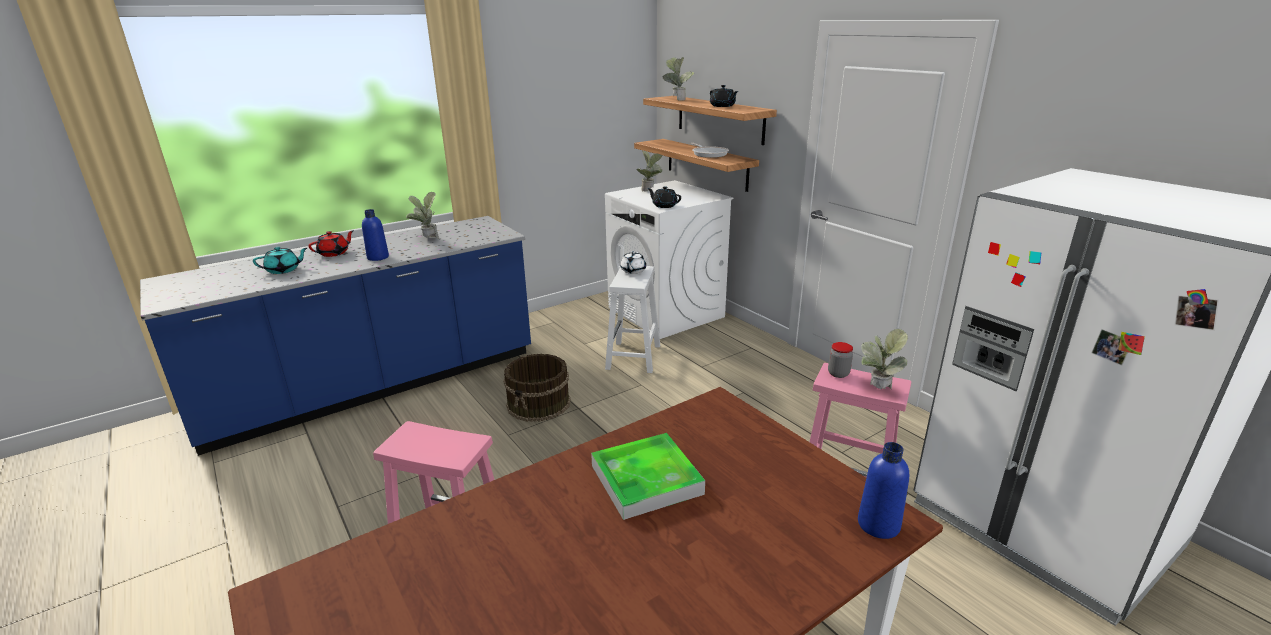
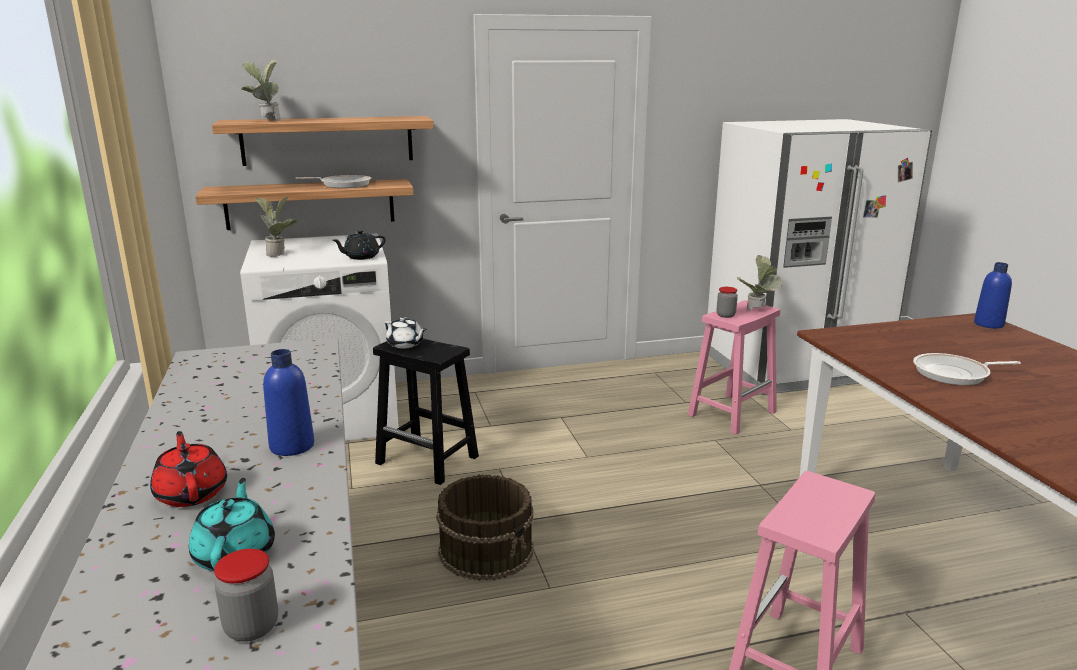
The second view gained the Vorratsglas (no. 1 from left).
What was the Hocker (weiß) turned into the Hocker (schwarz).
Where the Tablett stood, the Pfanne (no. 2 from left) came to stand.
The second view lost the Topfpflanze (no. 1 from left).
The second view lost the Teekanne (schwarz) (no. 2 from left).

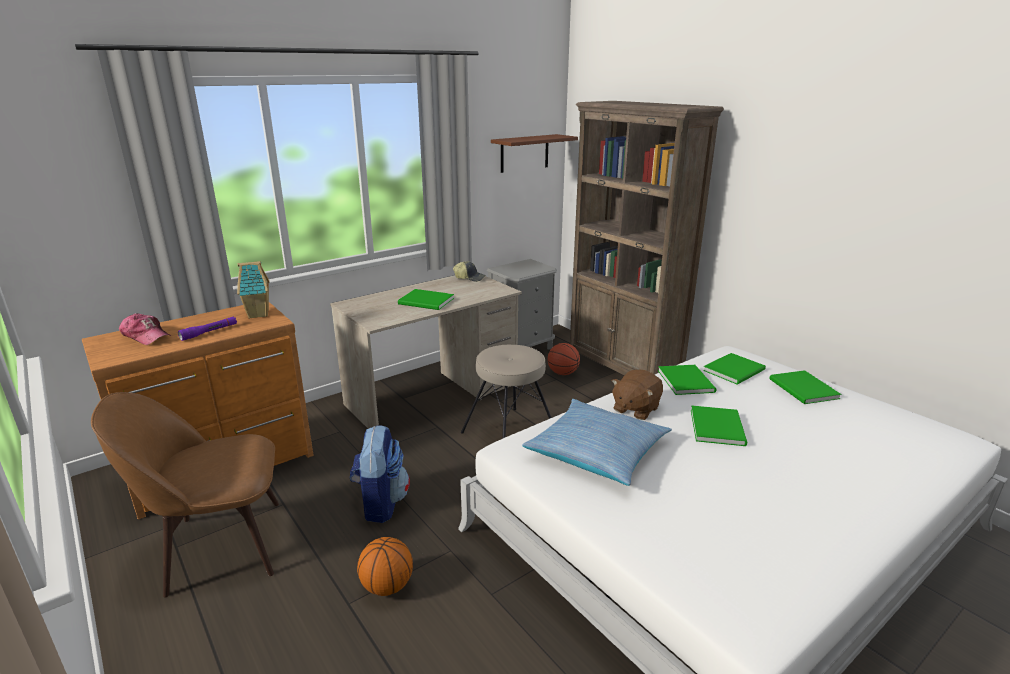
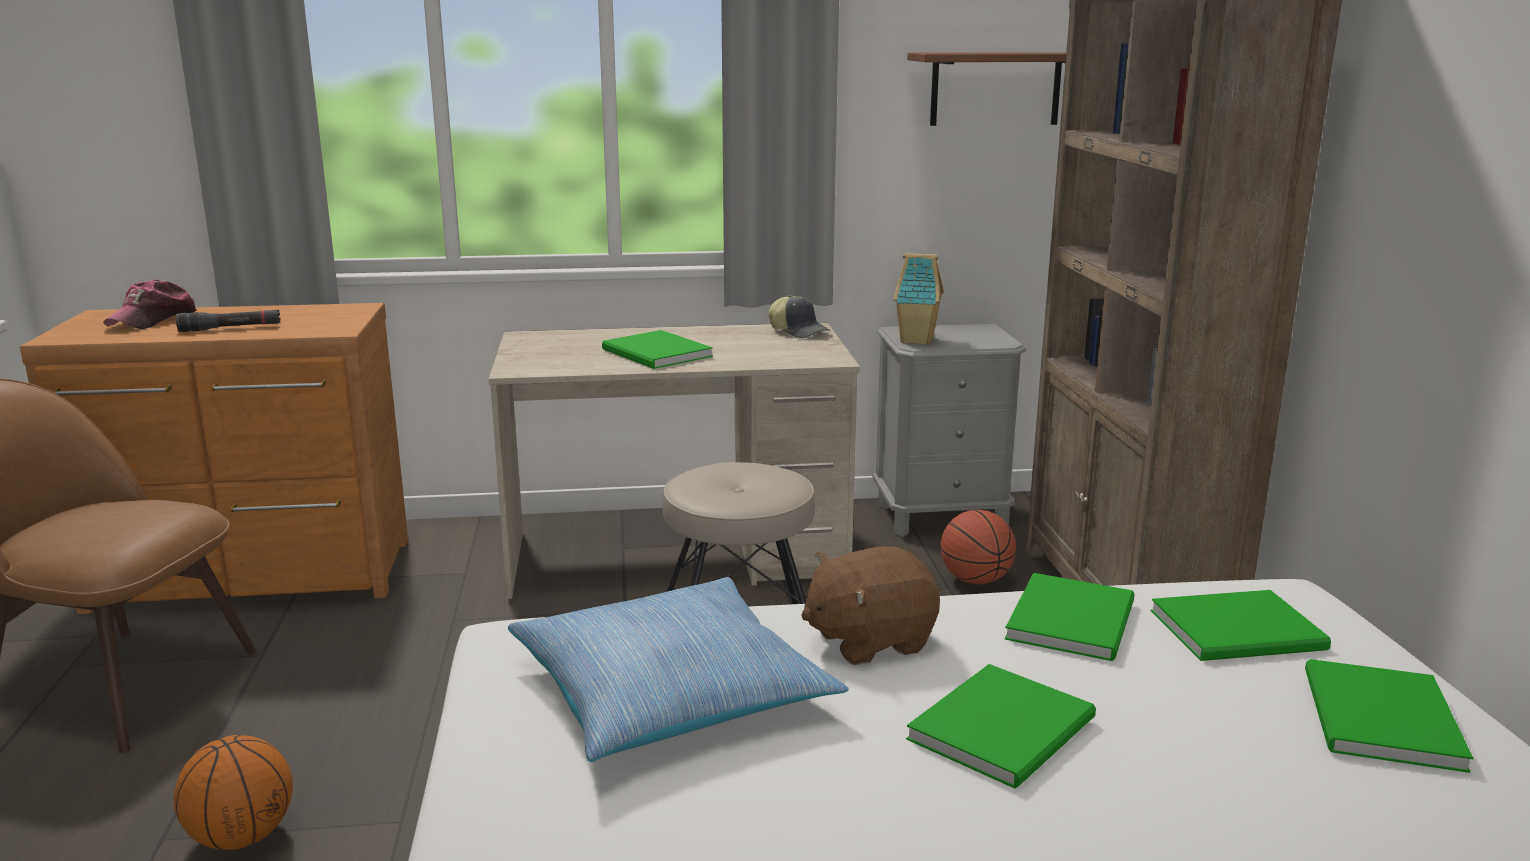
The Kappe (no. 1 from left) ended up facing another way, 45 degrees clockwise from before.
What was the Taschenlampe (lila) turned into the Taschenlampe (schwarz).
The Spielzeughaus ended up elsewhere.
The second view lost the Rucksack.

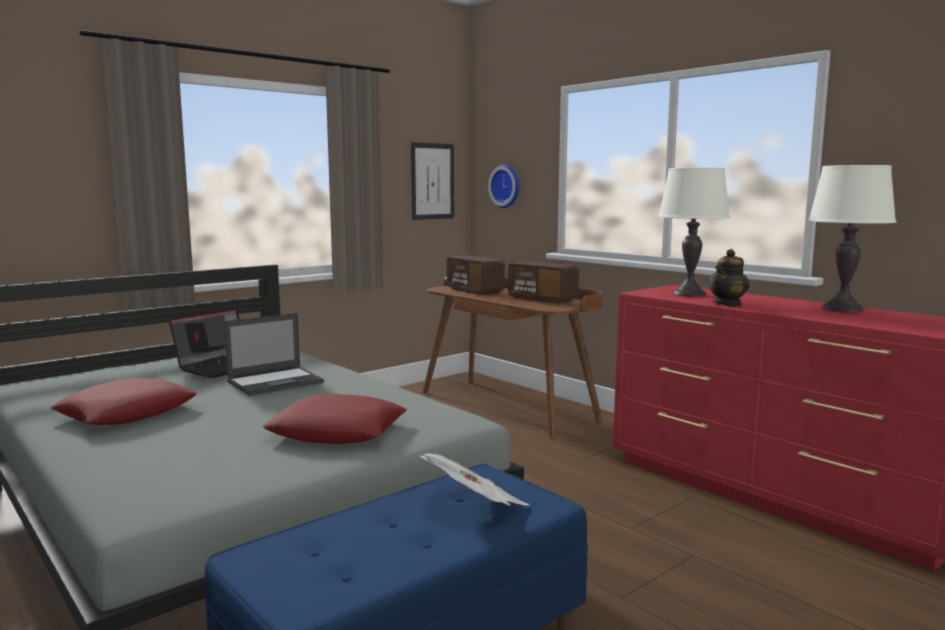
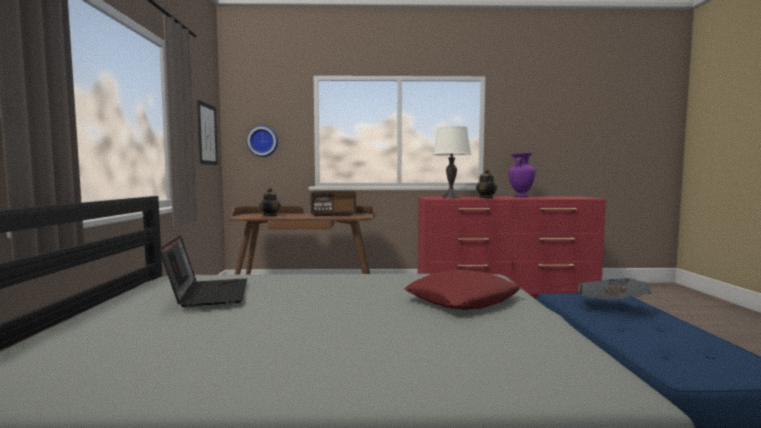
Where the Radio (no. 1 from left) stood, the Teekanne (no. 1 from left) came to stand.
Where the Tischlampe (weiß) (no. 2 from left) stood, the Vase (lila) came to stand.
The second view lost the Kissen (rot) (no. 1 from left).
The second view lost the Laptop (no. 2 from left).

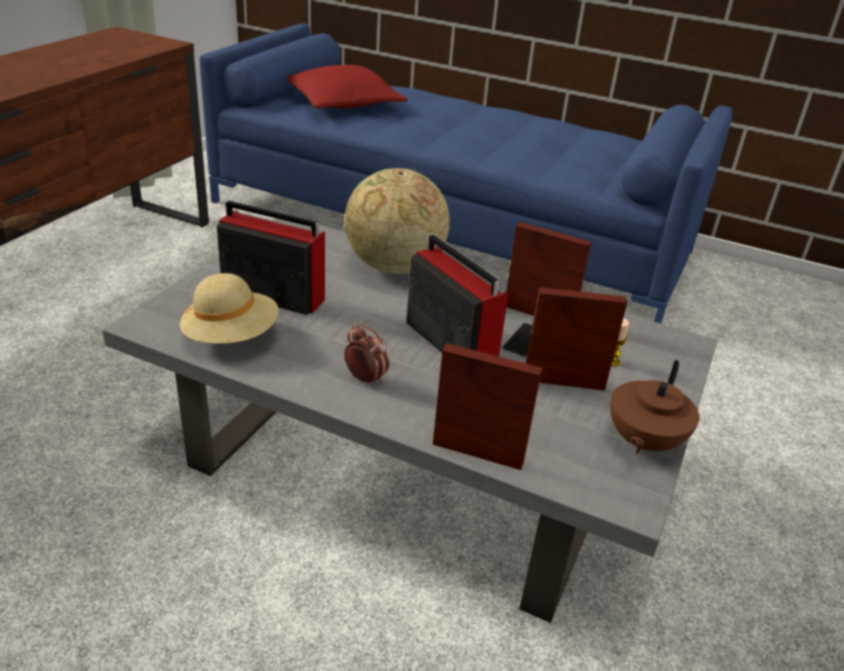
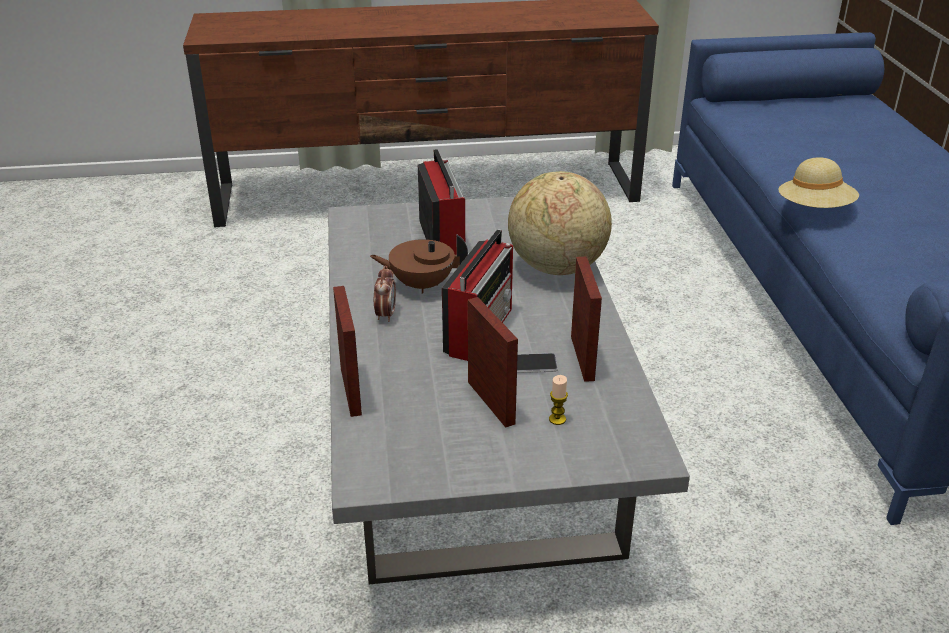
The Teekanne (braun) ended up elsewhere.
The Hut (beige) ended up elsewhere.
The second view lost the Kissen (rot).

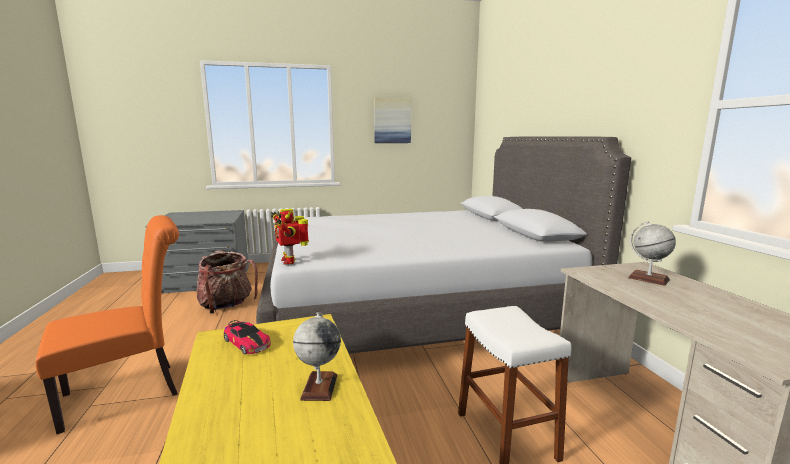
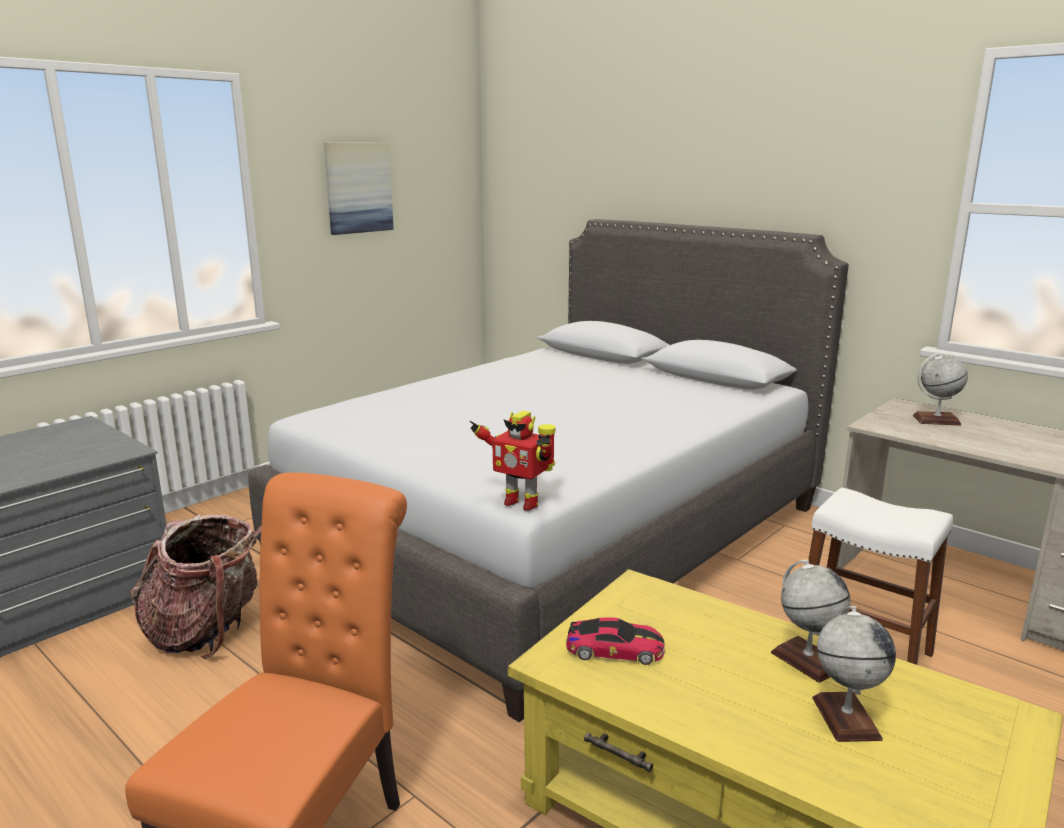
The second view gained the Globus (no. 2 from left).

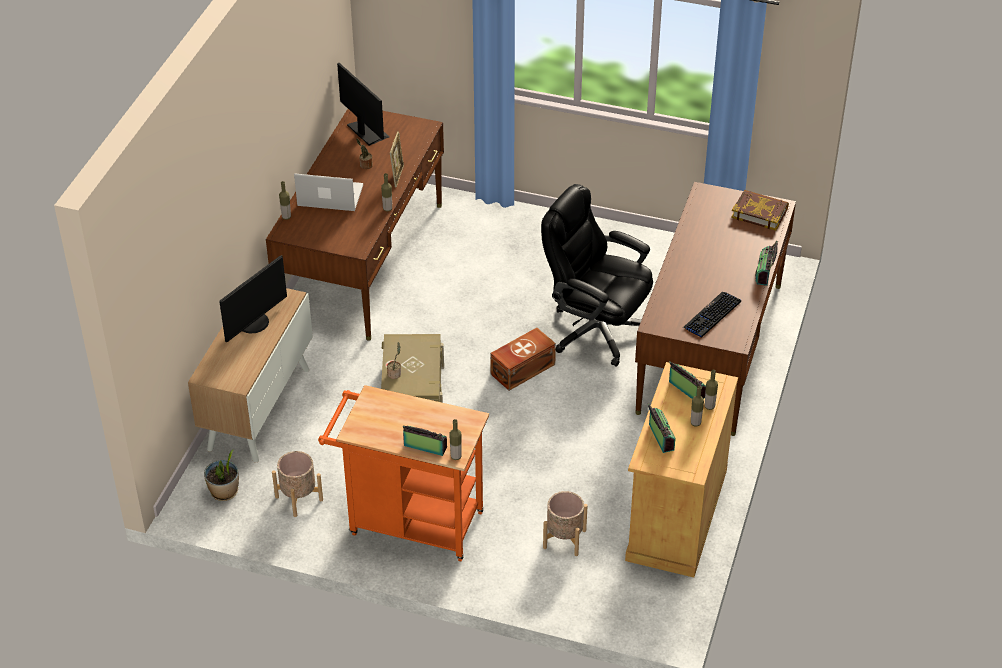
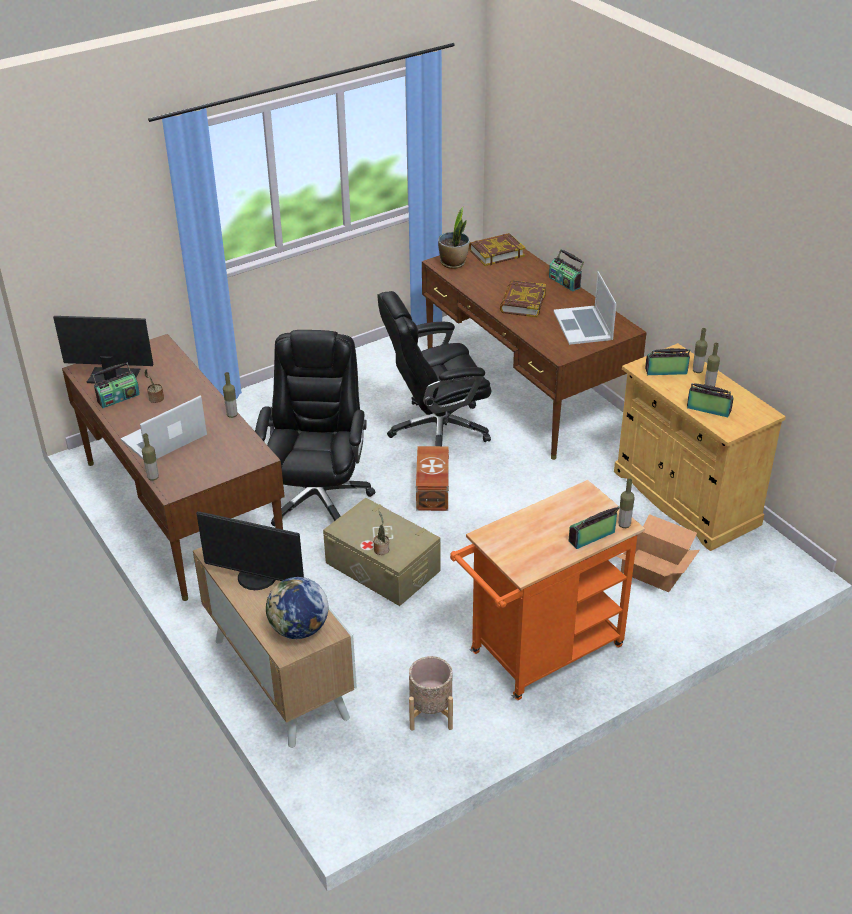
The second view gained the Radio (no. 1 from left).
The Monitor (no. 1 from left in the first image) ended up facing another way, 120 degrees clockwise from before.
The second view gained the Bürostuhl (schwarz) (no. 1 from left).
The second view gained the Globus.
The Topfpflanze (no. 1 from left in the first image) ended up elsewhere.
The second view gained the Buch (no. 2 from left).
Where the Tastatur stood, the Laptop (no. 2 from left) came to stand.
Where the Pflanzkübel (beige) (no. 2 from left) stood, the Karton came to stand.
The second view lost the Bilderrahmen.

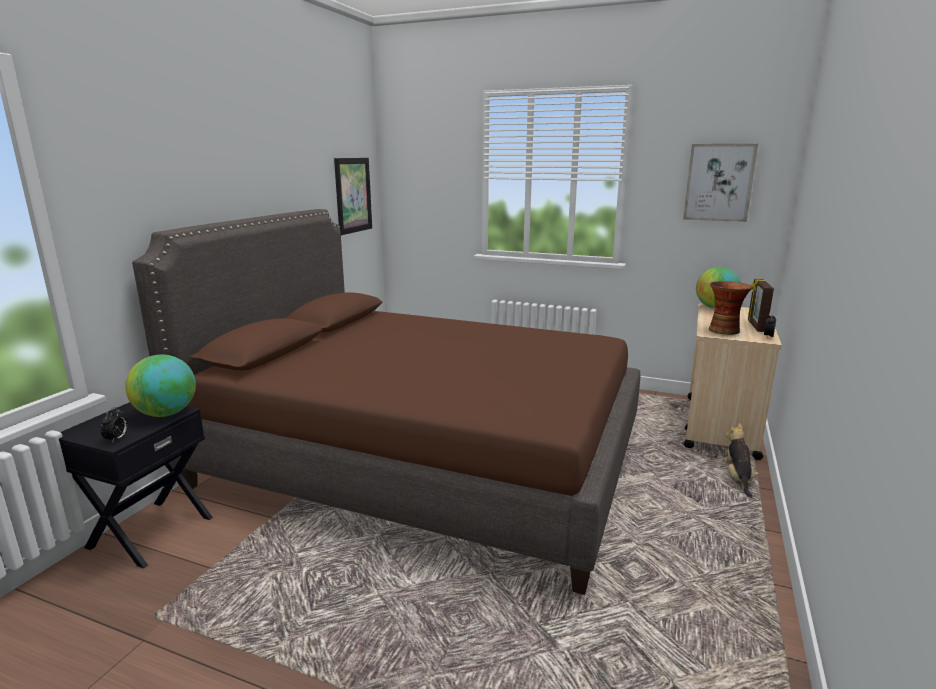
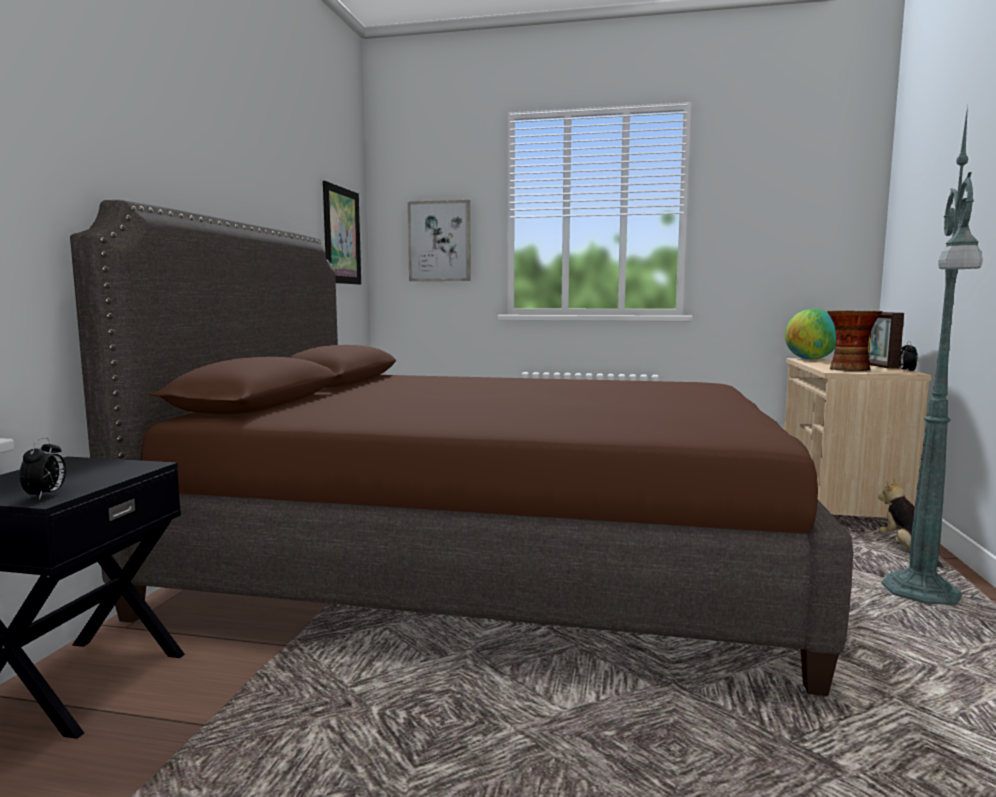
The Bild (no. 2 from left) ended up elsewhere.
The second view gained the Stehlampe (grün).
The second view lost the Globus (no. 1 from left).

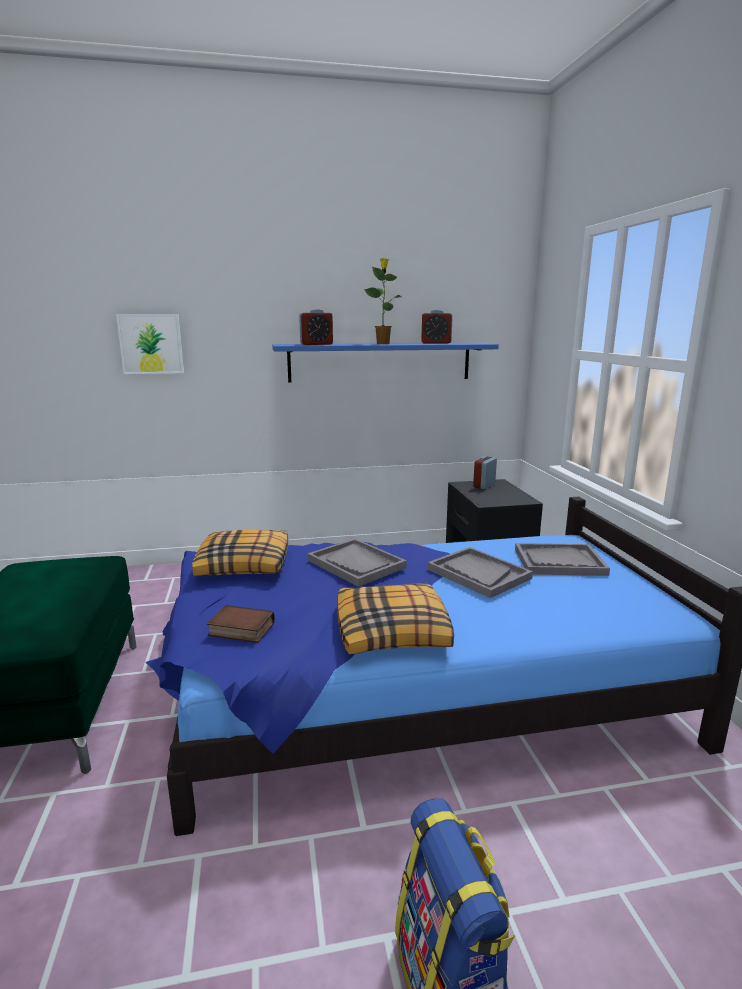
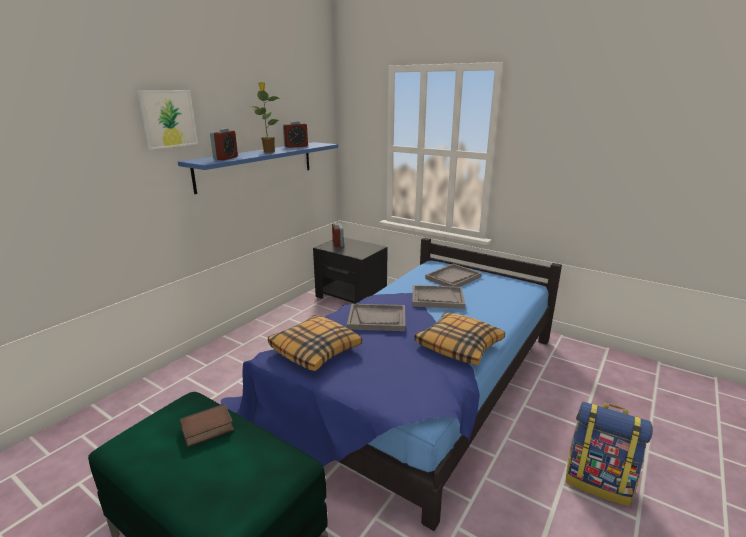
The Bild ended up elsewhere.
The Buch ended up elsewhere.

